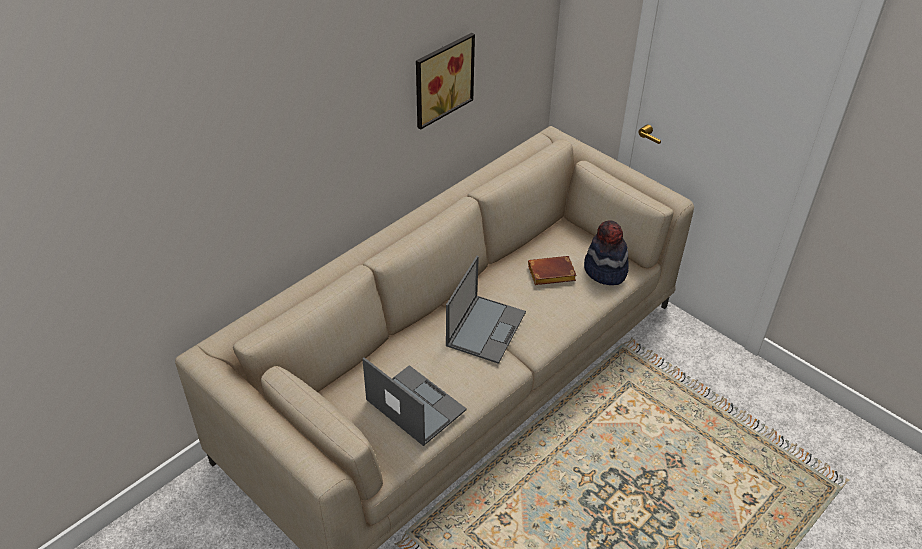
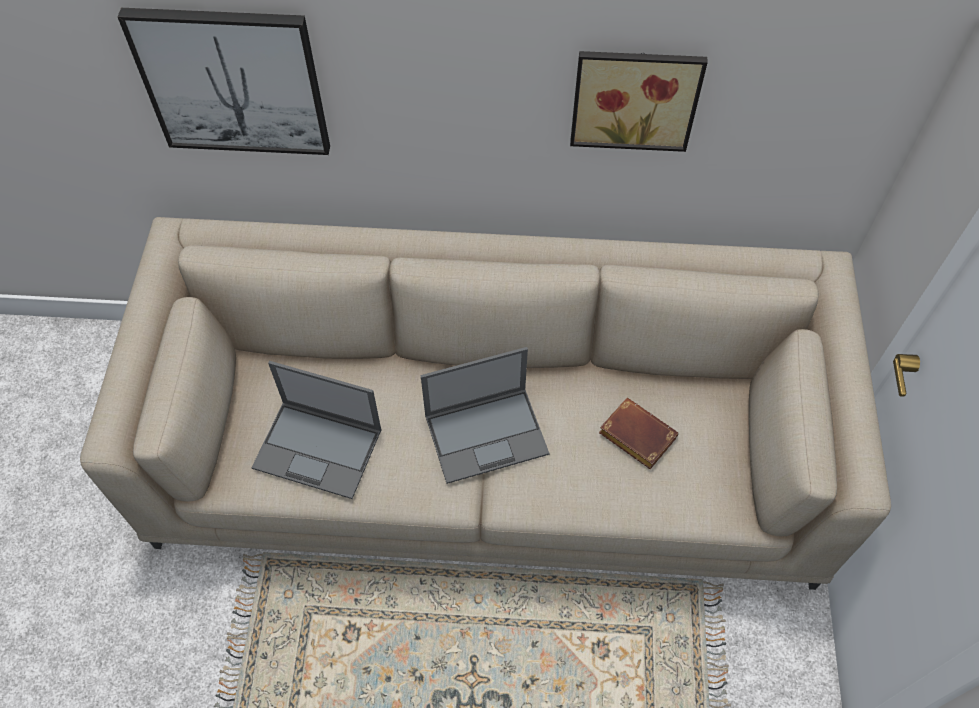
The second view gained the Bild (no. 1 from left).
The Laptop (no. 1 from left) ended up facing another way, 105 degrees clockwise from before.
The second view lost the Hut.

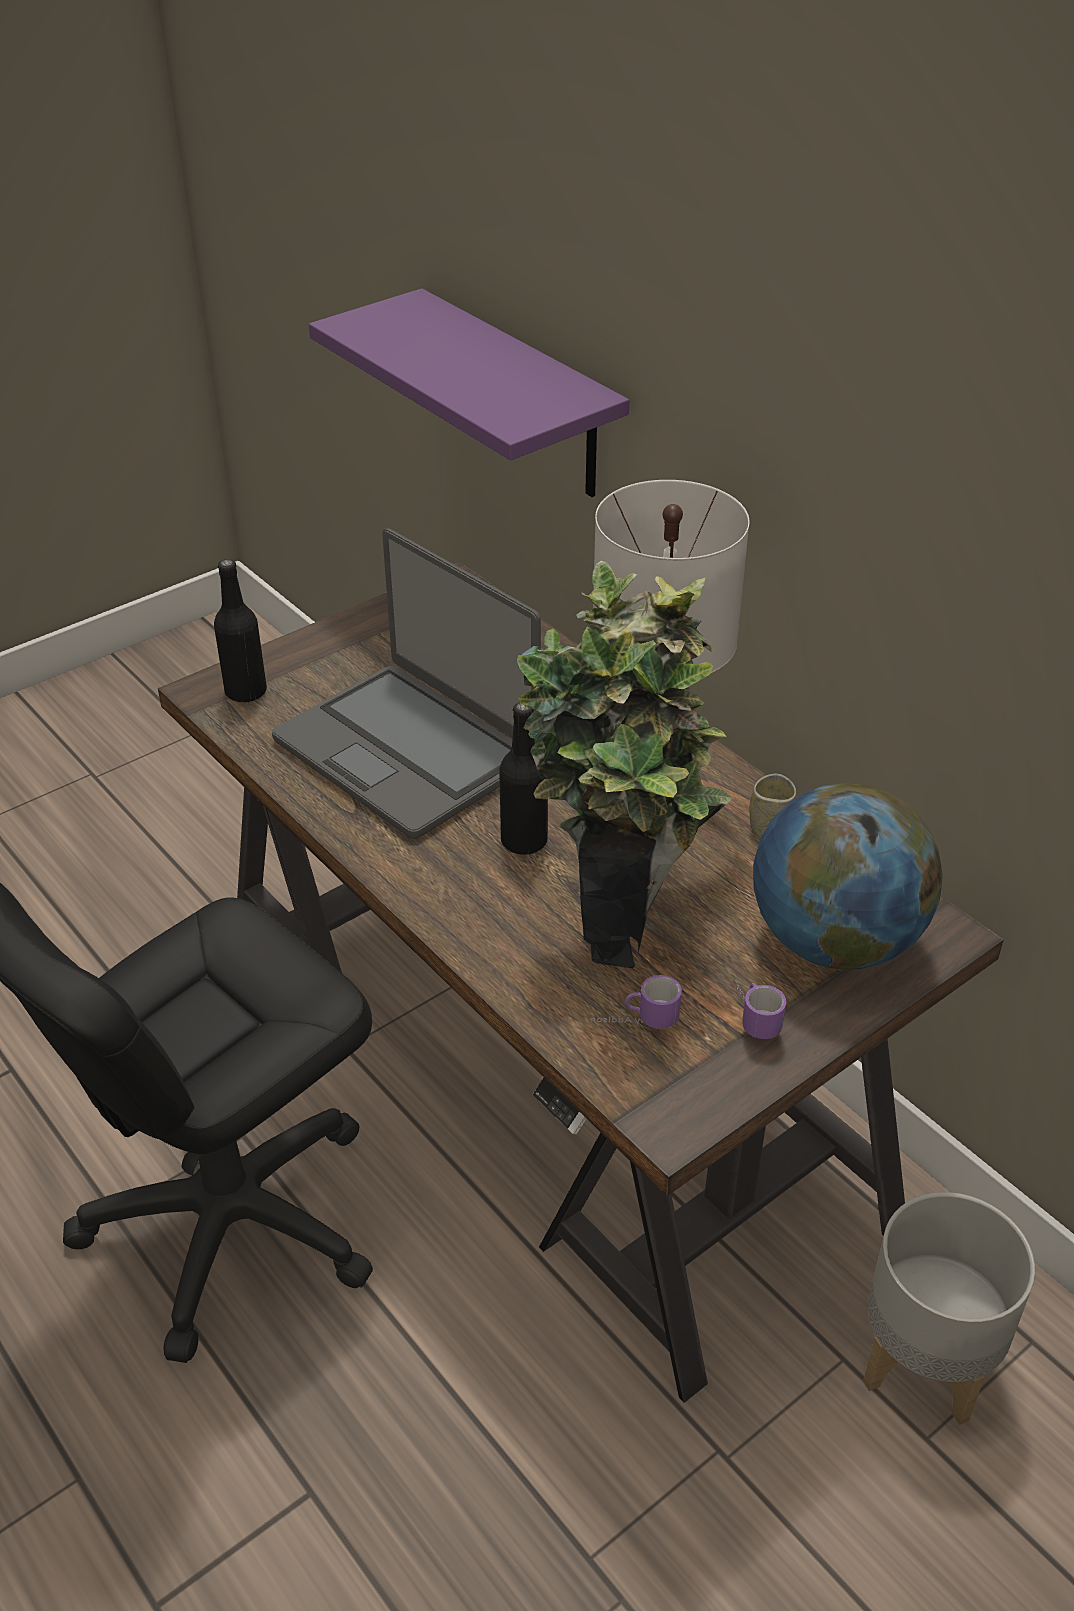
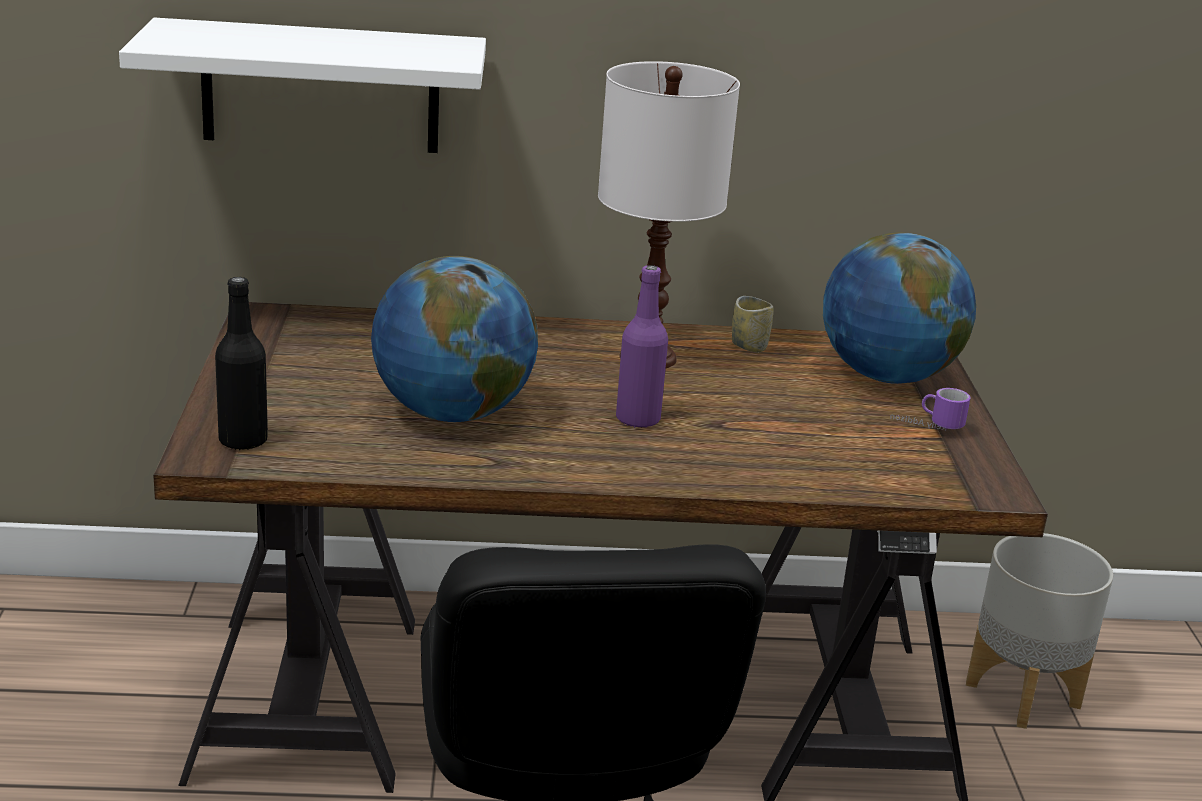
What was the Wandregal (lila) turned into the Wandregal (weiß).
Where the Laptop stood, the Globus (no. 1 from left) came to stand.
What was the Flasche (schwarz) (no. 2 from left) turned into the Flasche (lila).
The second view lost the Topfpflanze.
The second view lost the Henkelbecher (no. 1 from left).

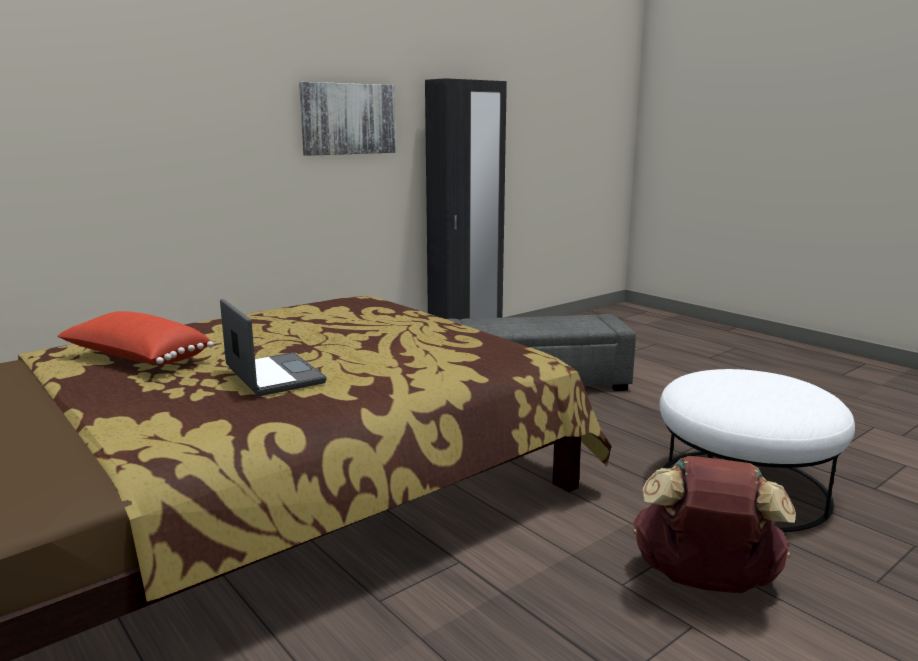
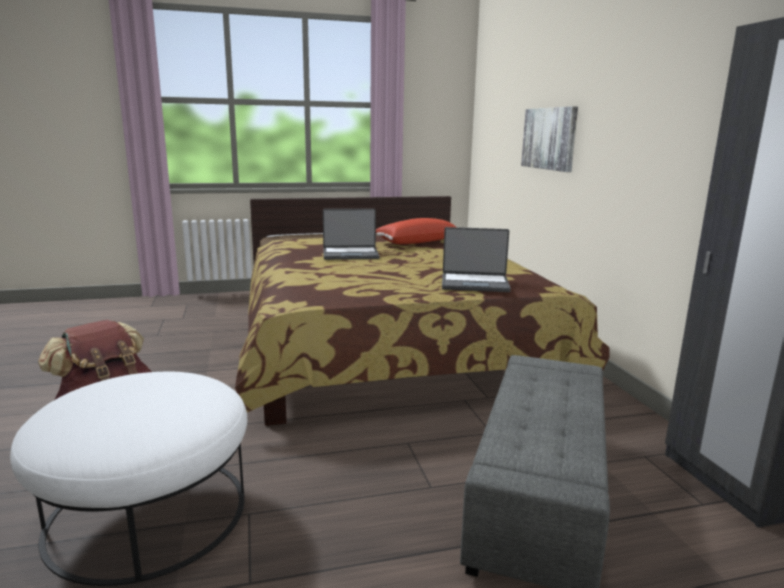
The second view gained the Laptop (no. 2 from left).
The Bild ended up elsewhere.

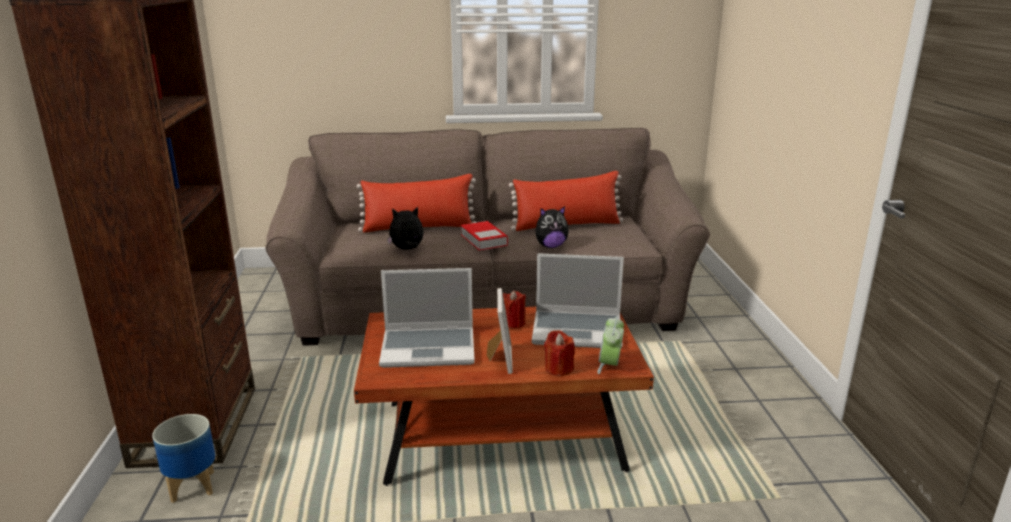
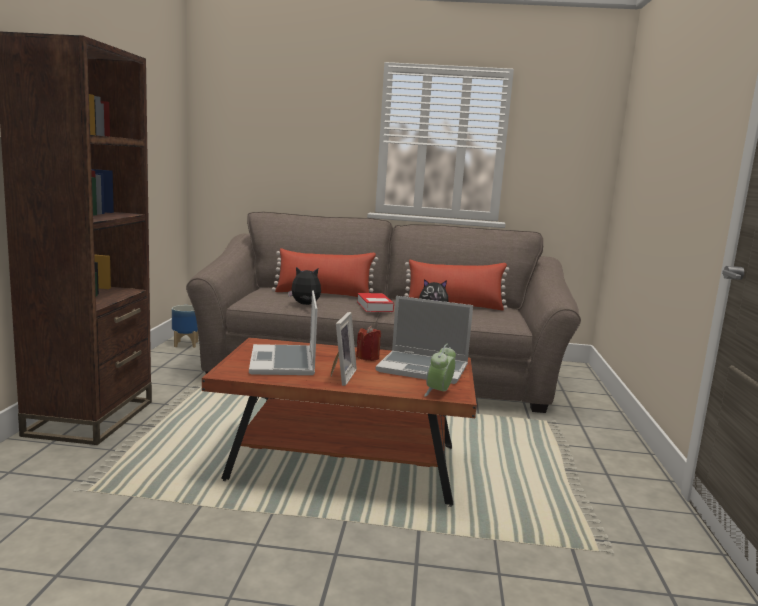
The Pflanzkübel ended up elsewhere.
The Laptop (no. 1 from left) ended up facing another way, 75 degrees clockwise from before.
The second view lost the Kerze (rot) (no. 2 from left).

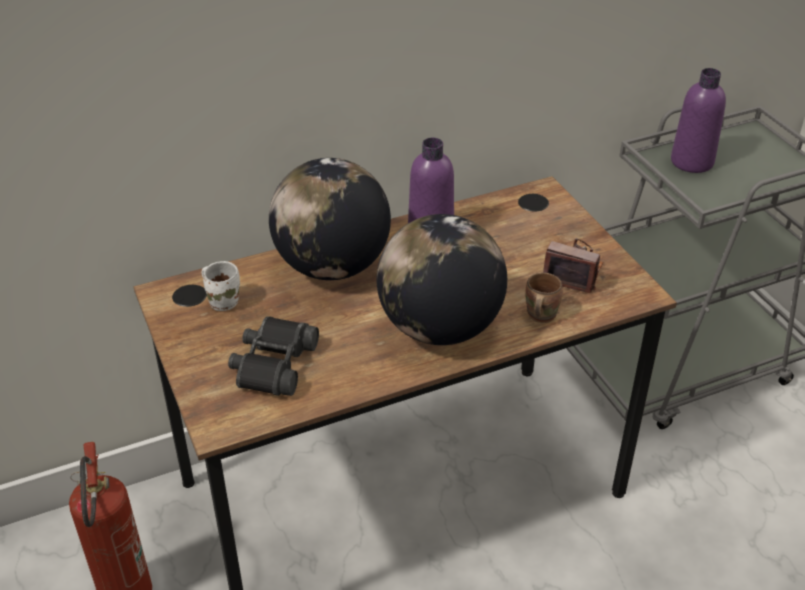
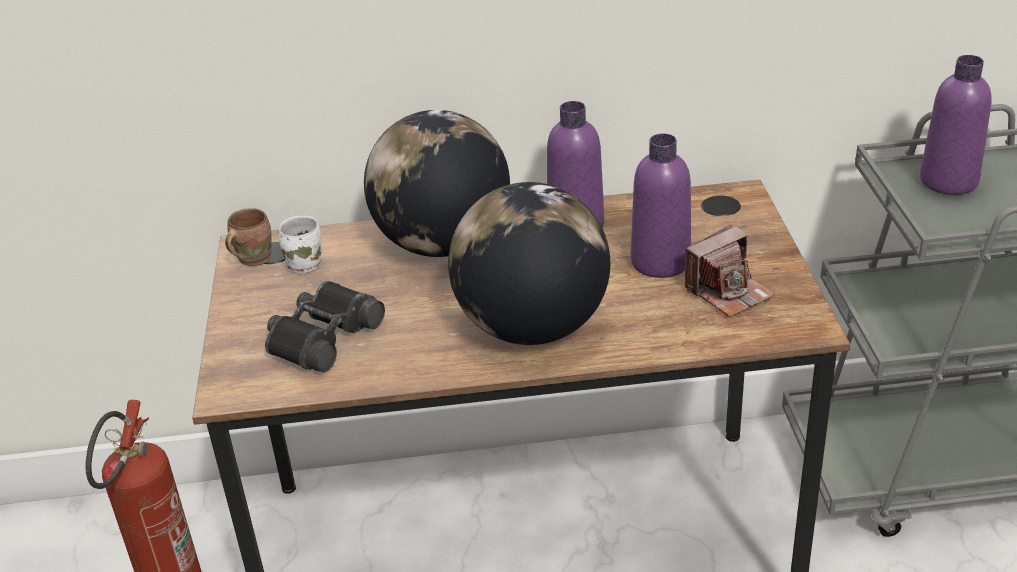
The Henkelbecher (braun) ended up elsewhere.
The second view gained the Flasche (lila) (no. 2 from left).
The Kamera ended up facing another way, 105 degrees clockwise from before.

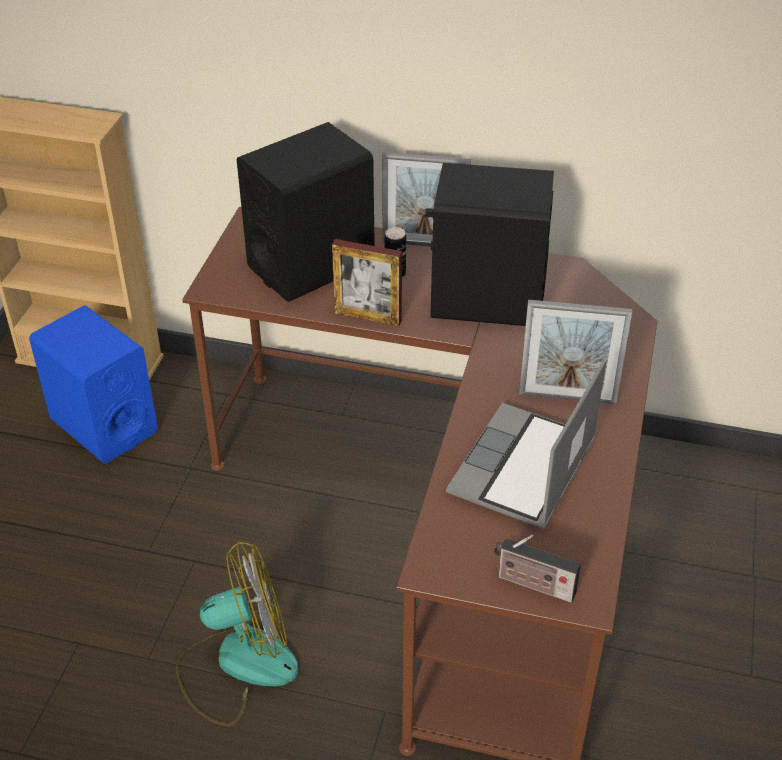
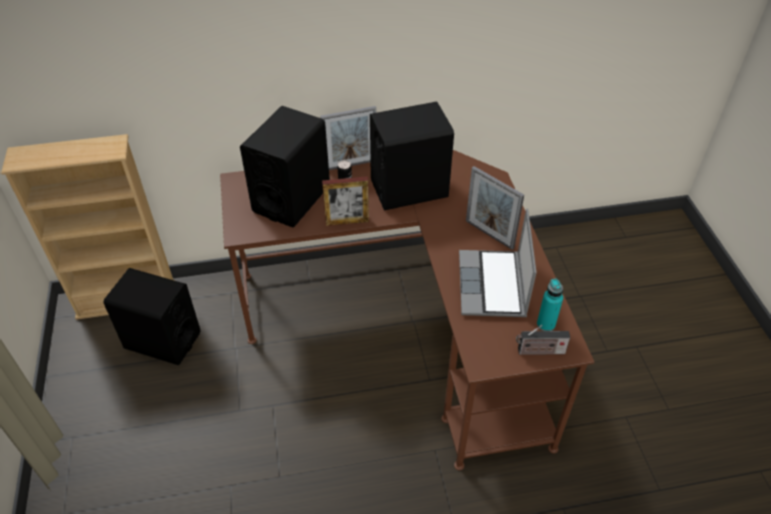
What was the Lautsprecher (blau) turned into the Lautsprecher (schwarz) (no. 1 from left).
The Bilderrahmen (no. 3 from left) ended up facing another way, 60 degrees clockwise from before.
The second view gained the Flasche (türkis).
The second view lost the Ventilator.

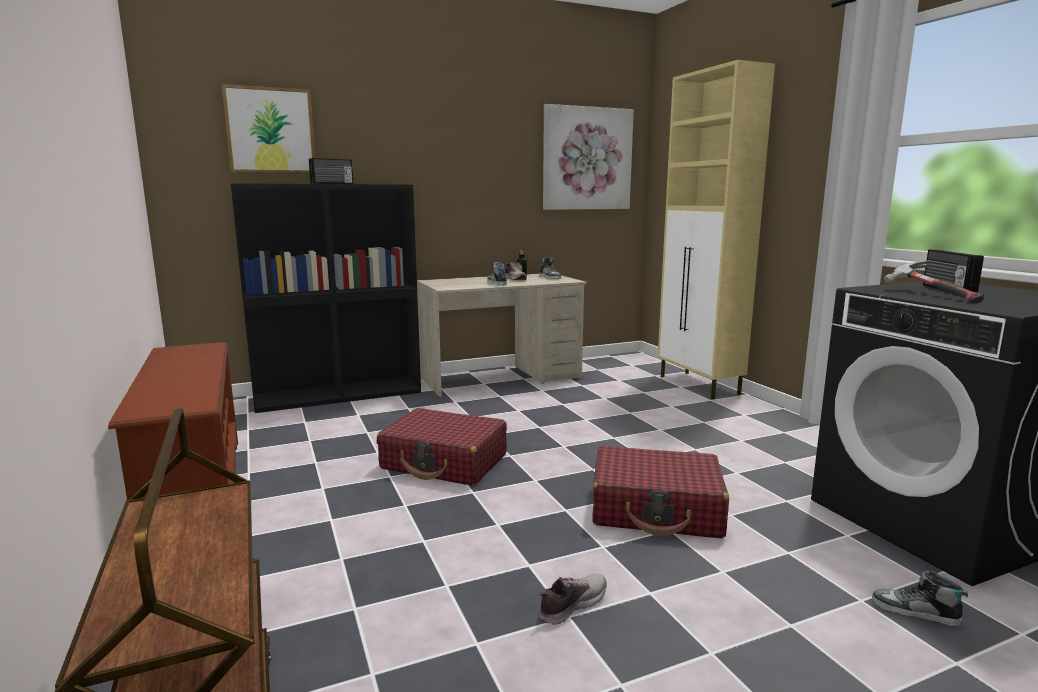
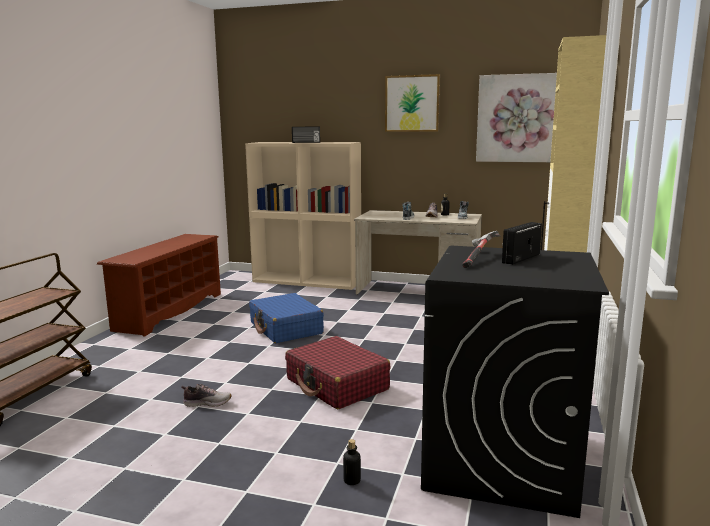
What was the Bücherregal (schwarz) turned into the Bücherregal (beige).
What was the Koffer (rot) (no. 1 from left) turned into the Koffer (blau).
Where the Schuh (no. 5 from left) stood, the Flasche (no. 1 from left) came to stand.
The Bild (no. 1 from left) ended up elsewhere.

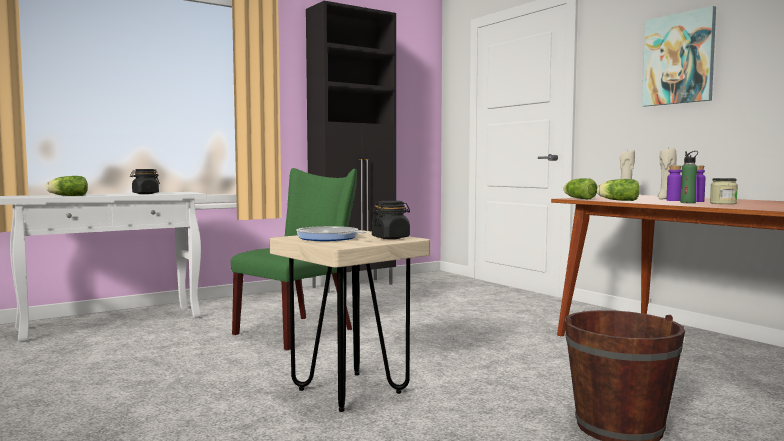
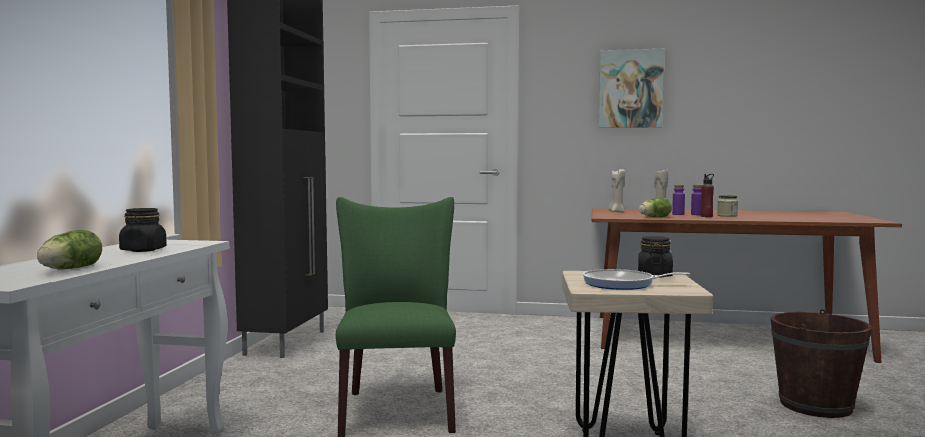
What was the Flasche (grün) turned into the Flasche (rot).
The second view lost the Salatkopf (no. 2 from left).

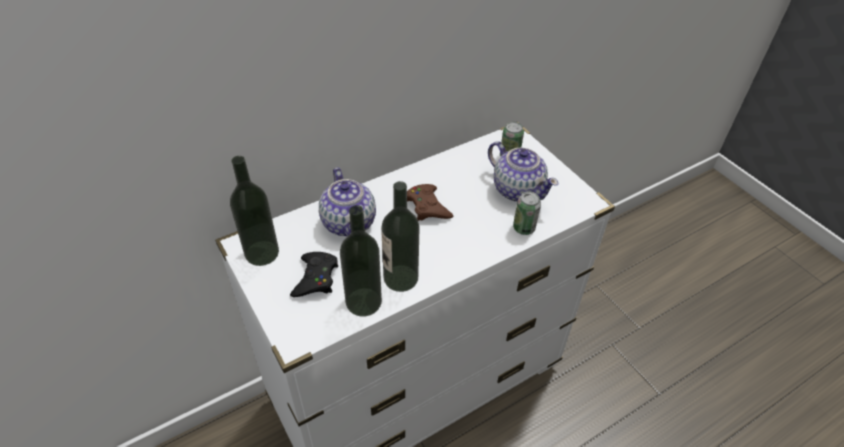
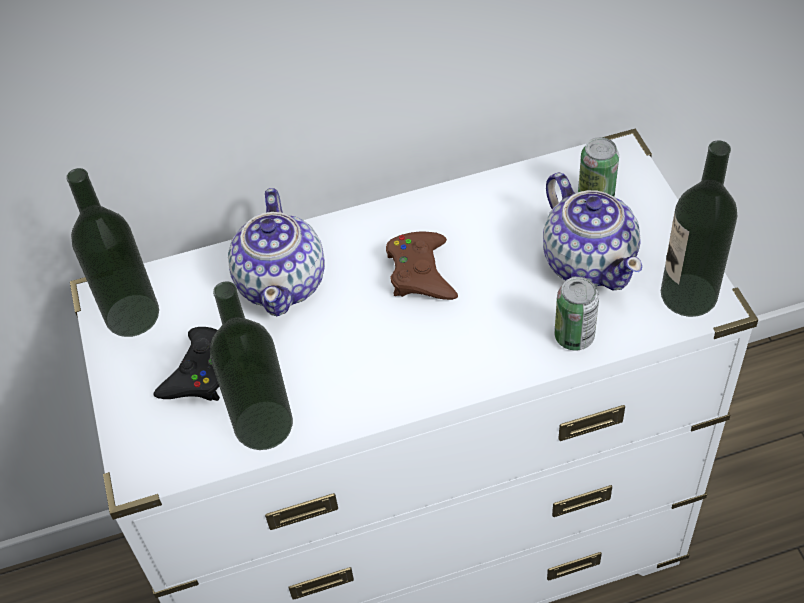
The Flasche (no. 3 from left) ended up elsewhere.

